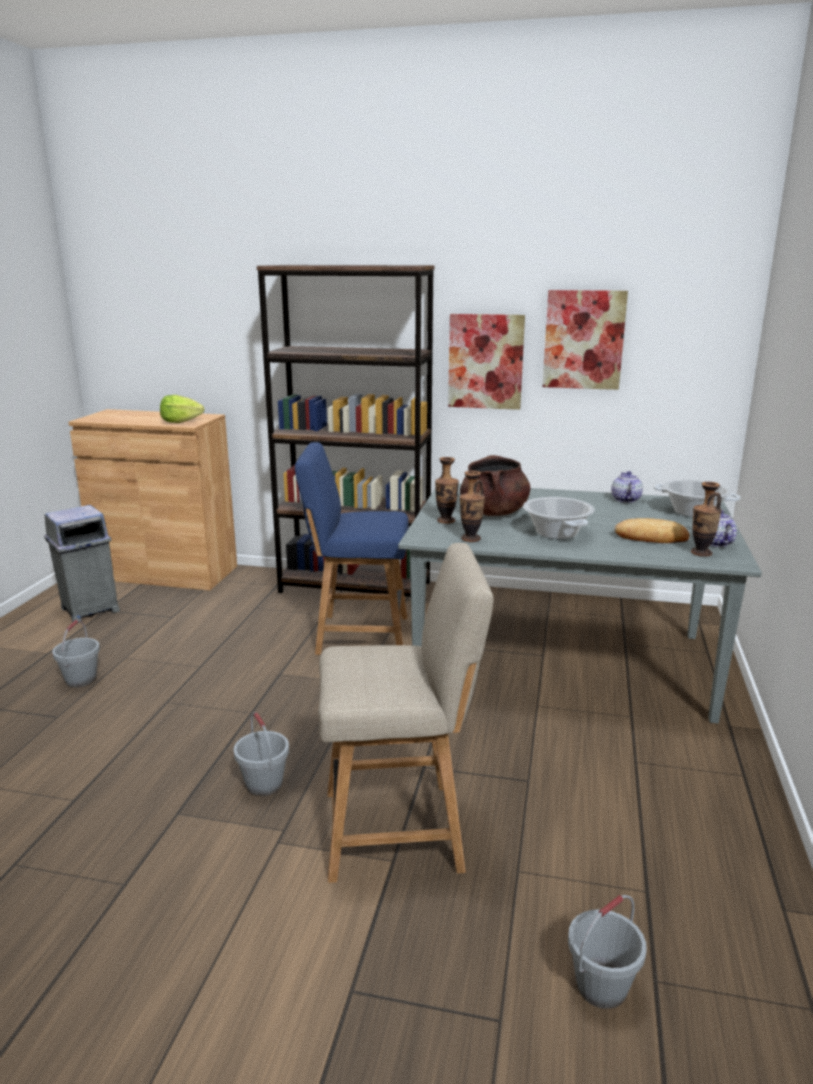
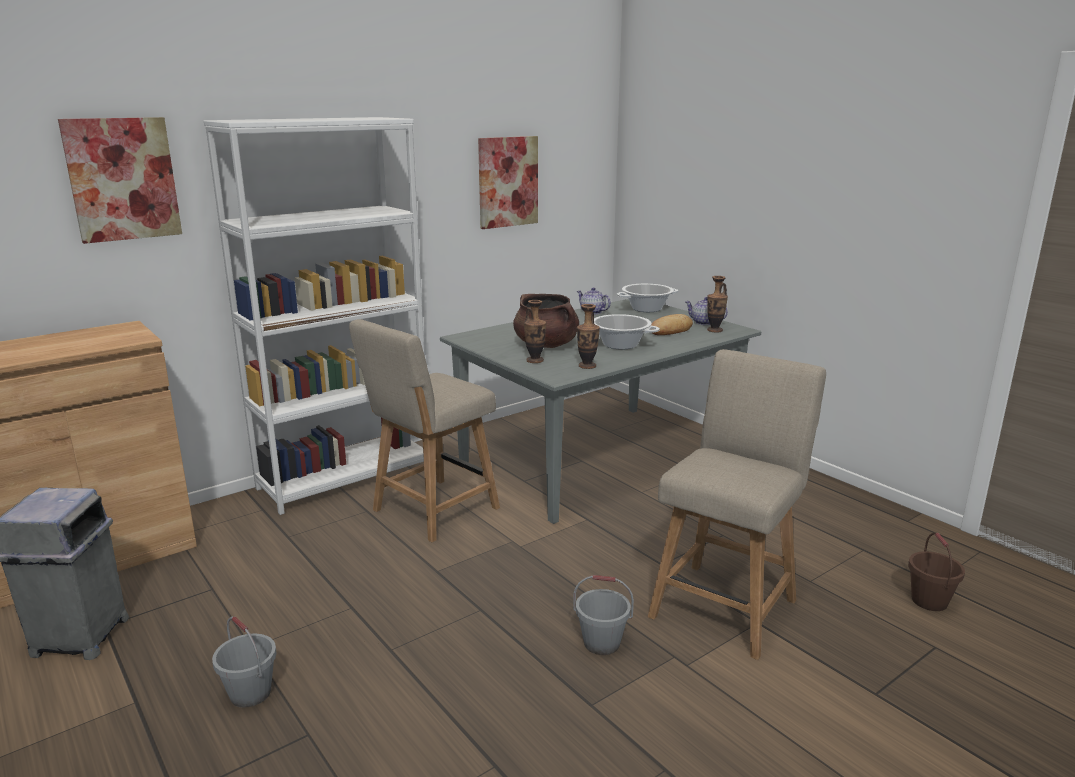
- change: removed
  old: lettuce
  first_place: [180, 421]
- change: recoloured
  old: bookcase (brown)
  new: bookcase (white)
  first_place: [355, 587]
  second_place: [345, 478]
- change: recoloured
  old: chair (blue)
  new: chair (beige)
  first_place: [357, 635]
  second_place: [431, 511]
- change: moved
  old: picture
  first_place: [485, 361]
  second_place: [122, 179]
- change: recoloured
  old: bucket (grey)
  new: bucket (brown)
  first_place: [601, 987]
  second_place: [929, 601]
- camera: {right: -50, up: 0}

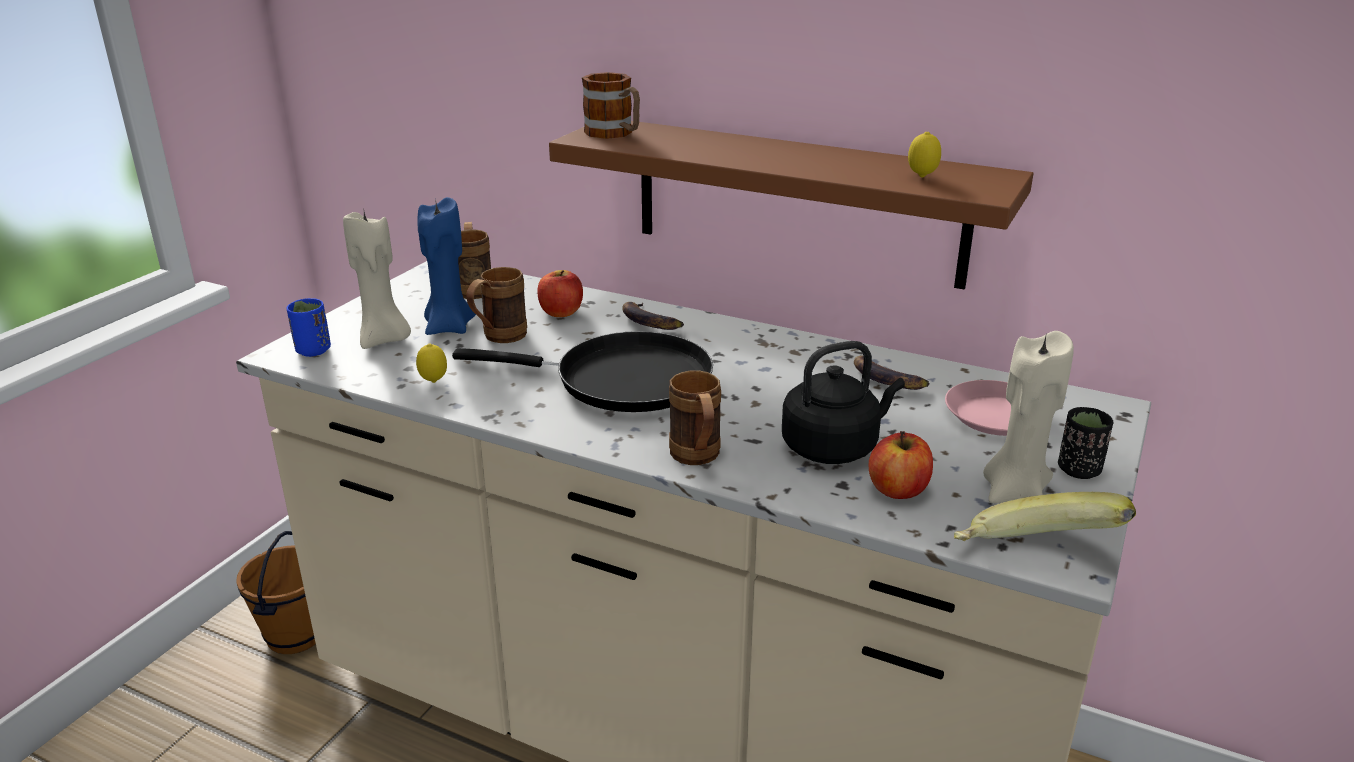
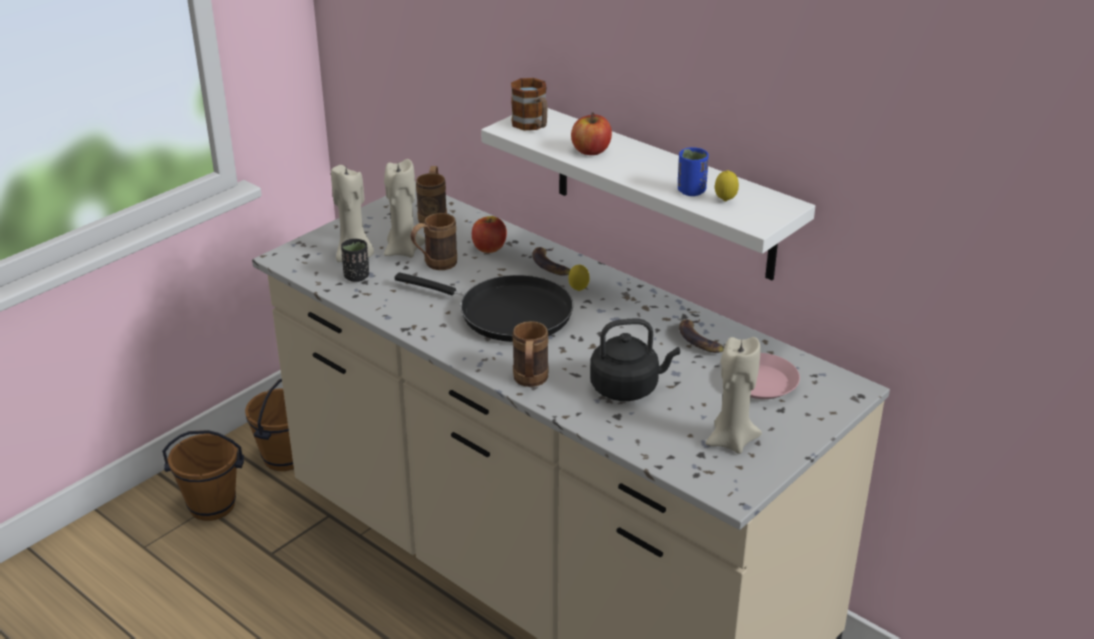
- change: moved
  old: cup (blue)
  first_place: [313, 351]
  second_place: [691, 191]
- change: moved
  old: lemon
  first_place: [434, 382]
  second_place: [578, 290]
- change: recoloured
  old: candle (blue)
  new: candle (beige)
  first_place: [449, 327]
  second_place: [403, 251]
- change: recoloured
  old: shelf (brown)
  new: shelf (white)
  first_place: [797, 201]
  second_place: [663, 192]
- change: moved
  old: apple
  first_place: [898, 489]
  second_place: [591, 151]
- change: removed
  old: banana
  first_place: [1033, 557]
- change: moved
  old: cup (black)
  first_place: [1079, 470]
  second_place: [356, 276]
- change: added
  new: bucket (brown)
  second_place: [212, 505]
- camera: {right: 15, up: 5}

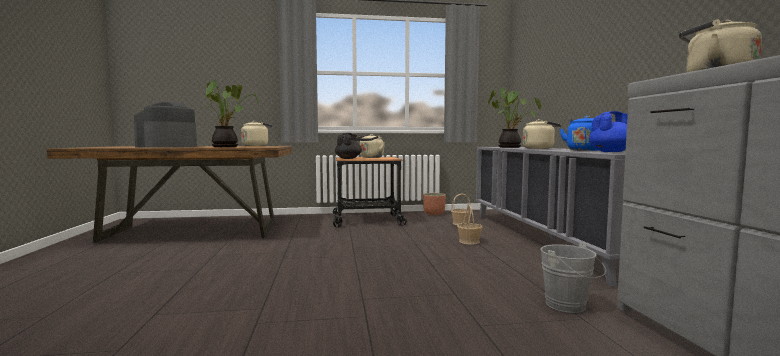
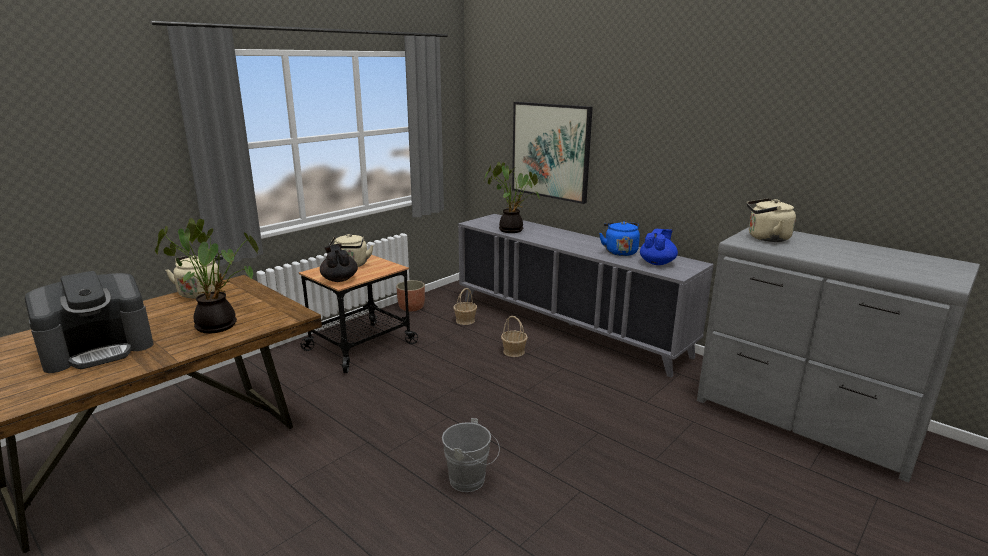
- change: turned
  old: coffee machine
  first_place: [167, 146]
  second_place: [99, 349]
  degrees: -105
- change: removed
  old: kettle (beige)
  first_place: [540, 148]
- change: moved
  old: bucket (grey)
  first_place: [569, 306]
  second_place: [471, 481]
- change: added
  new: picture
  second_place: [550, 151]
- camera: {right: -40, up: 15}

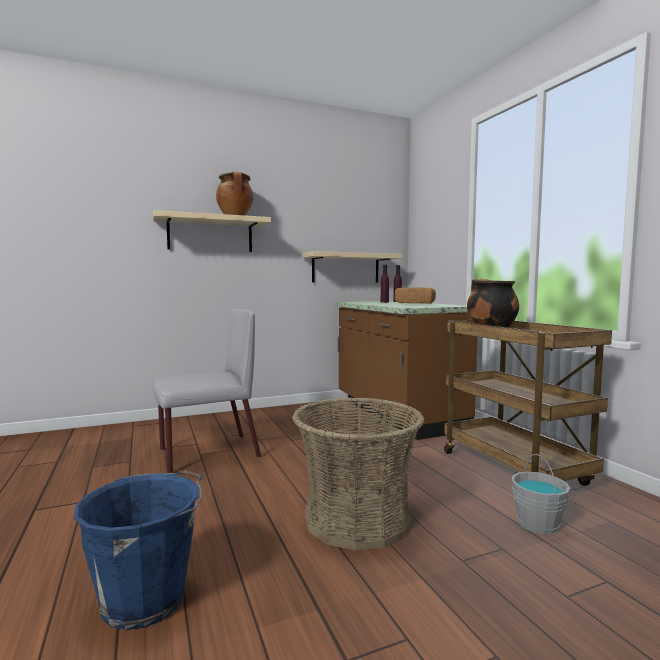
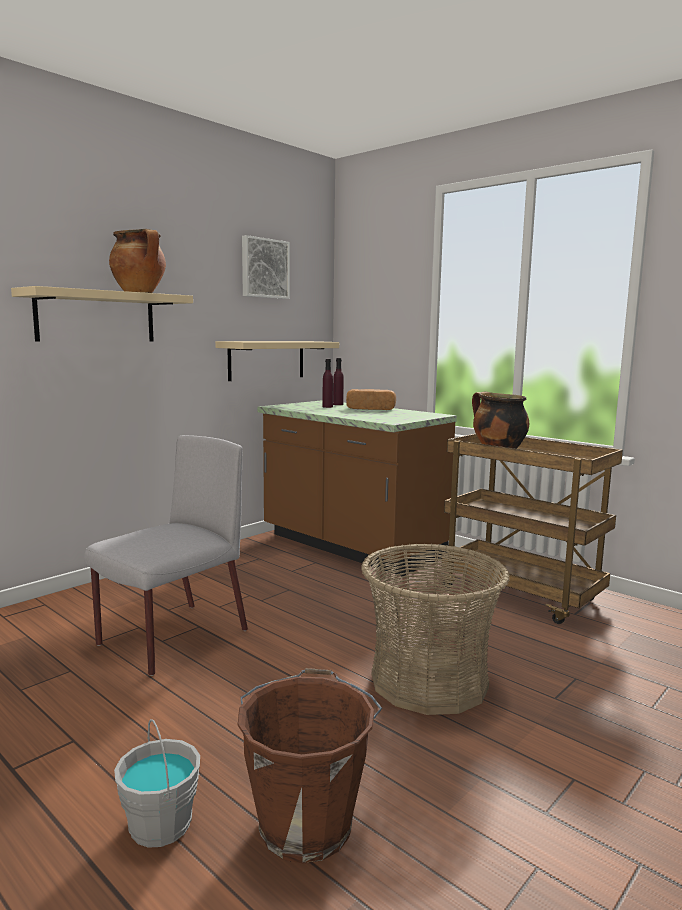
- change: recoloured
  old: bucket (blue)
  new: bucket (brown)
  first_place: [147, 598]
  second_place: [306, 823]
- change: moved
  old: bucket (grey)
  first_place: [537, 524]
  second_place: [159, 824]
- change: added
  new: picture
  second_place: [264, 268]
- camera: {right: -25, up: 5}

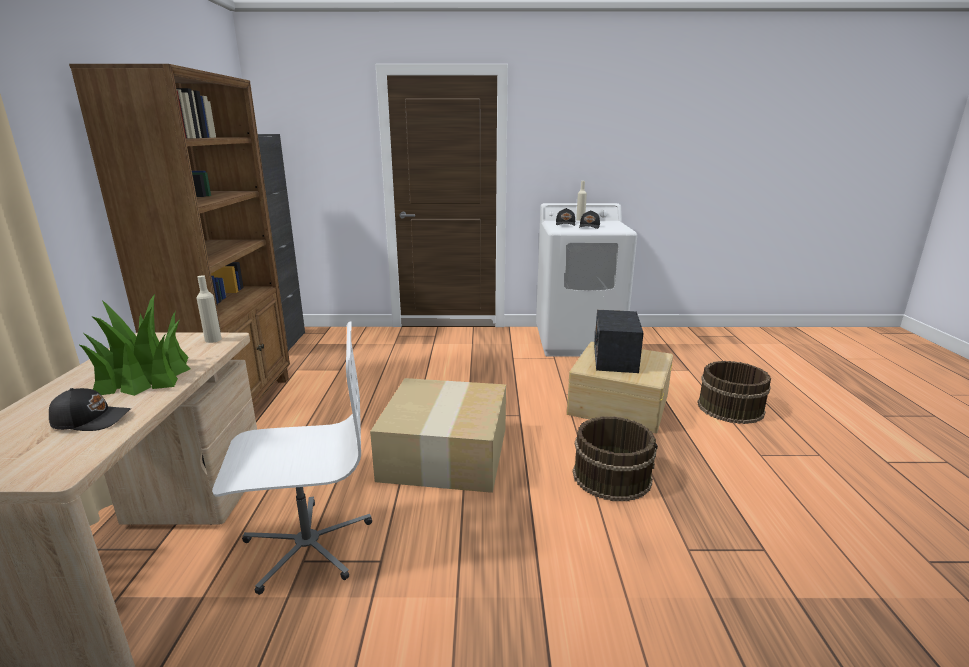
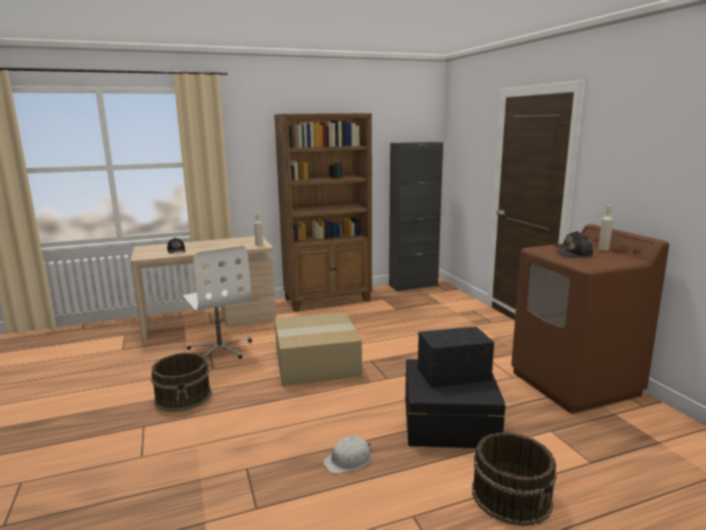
- change: removed
  old: potted plant
  first_place: [144, 375]
- change: recoloured
  old: washing machine (white)
  new: washing machine (brown)
  first_place: [578, 341]
  second_place: [575, 383]
- change: recoloured
  old: storage box (beige)
  new: storage box (black)
  first_place: [618, 404]
  second_place: [448, 420]
- change: moved
  old: bucket (brown)
  first_place: [611, 476]
  second_place: [184, 396]
- change: added
  new: hard hat (white)
  second_place: [349, 460]
- camera: {right: 70, up: -5}

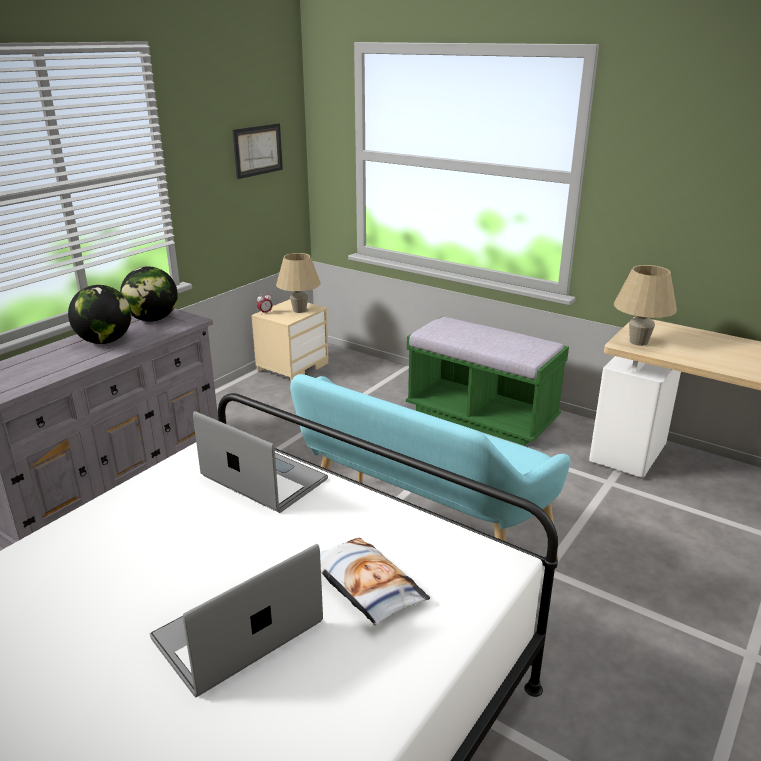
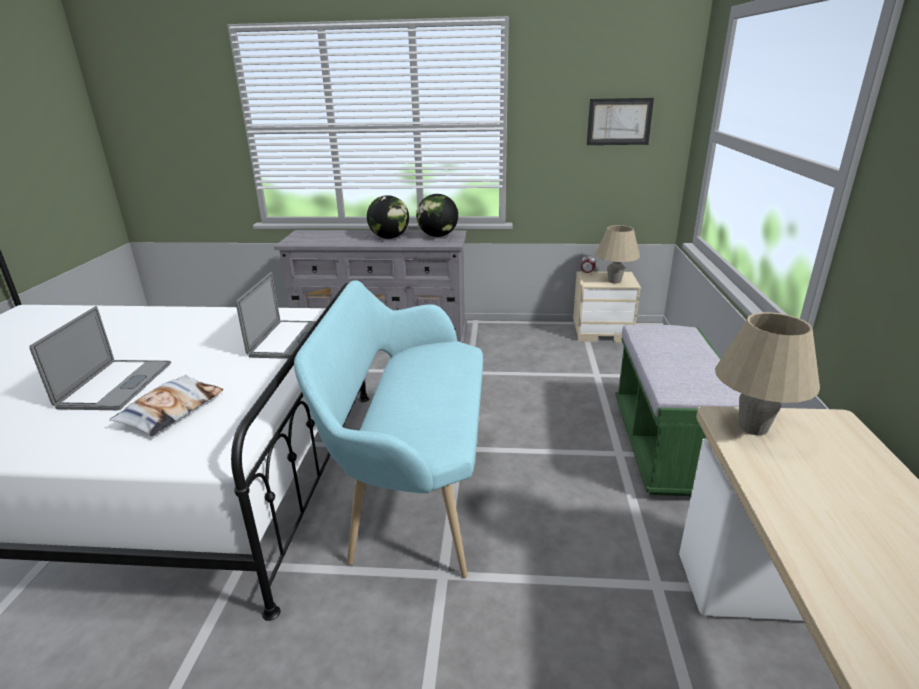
- change: turned
  old: laptop
  first_place: [238, 631]
  second_place: [116, 385]
  degrees: 75
- camera: {right: 60, up: 0}

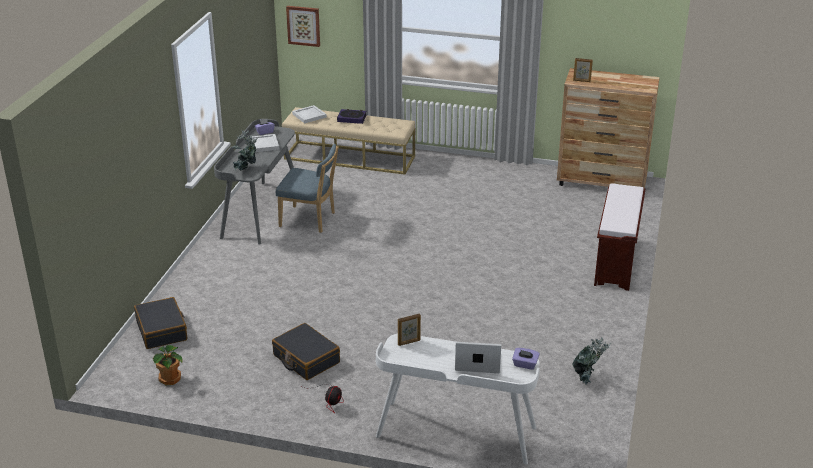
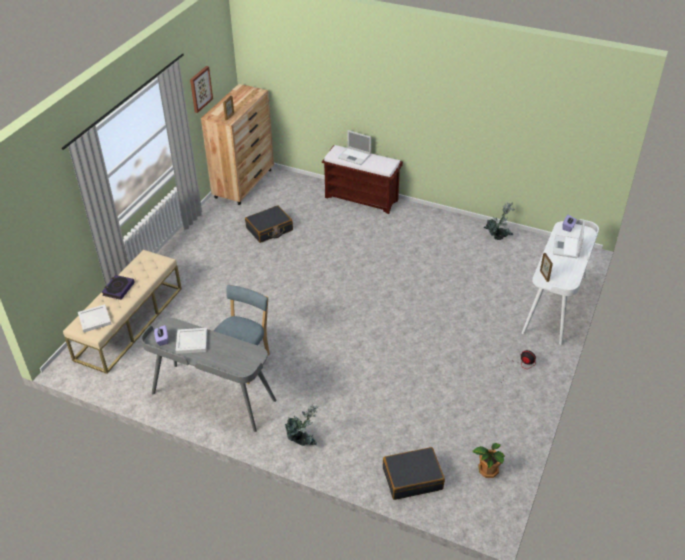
- change: moved
  old: potted plant
  first_place: [247, 170]
  second_place: [303, 440]
- change: moved
  old: suitcase (black)
  first_place: [306, 359]
  second_place: [269, 229]
- change: moved
  old: picture
  first_place: [303, 25]
  second_place: [200, 89]
- change: added
  new: laptop
  second_place: [355, 156]
- camera: {right: -80, up: 10}

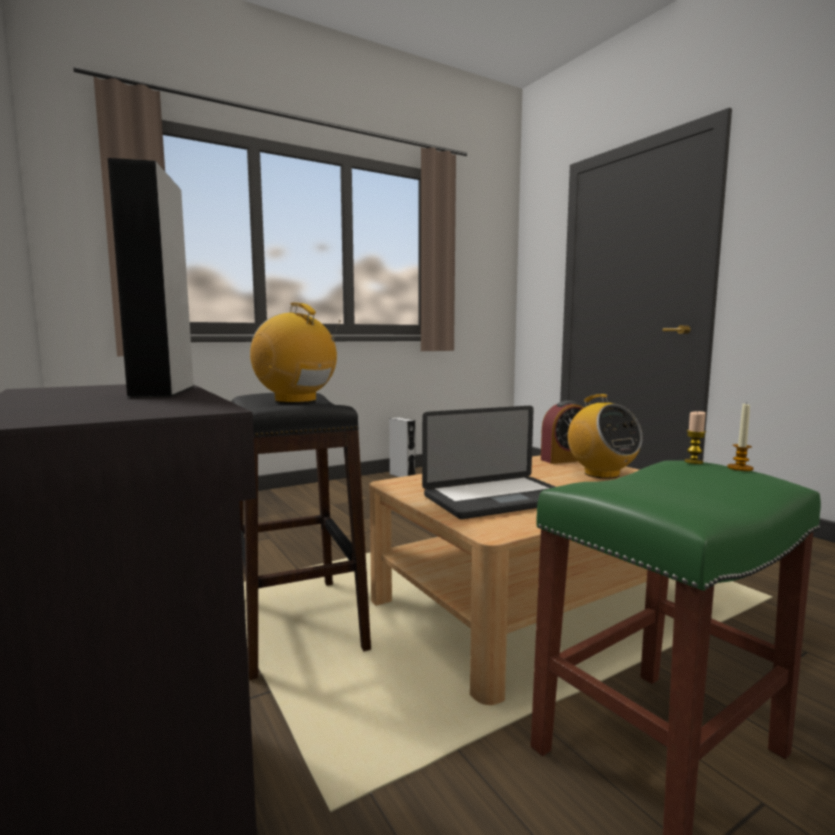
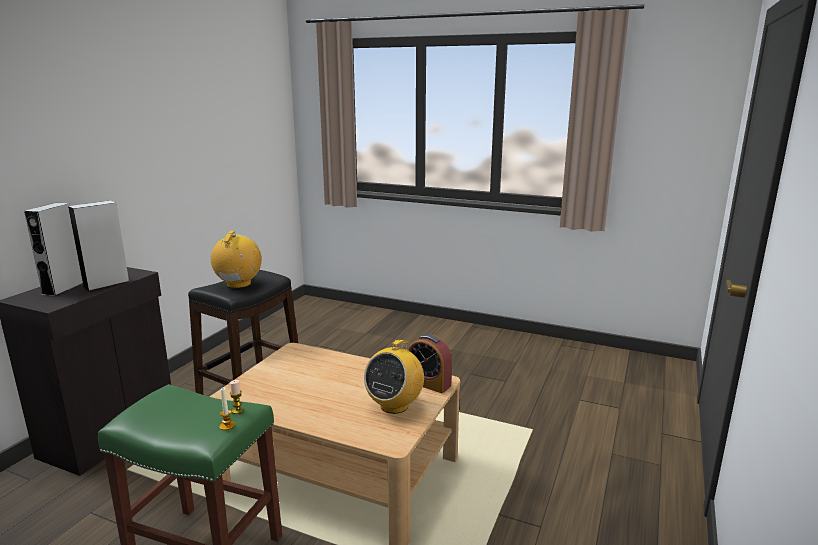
- change: moved
  old: speaker (grey)
  first_place: [402, 476]
  second_place: [64, 288]
- change: removed
  old: laptop
  first_place: [498, 499]
- camera: {right: 55, up: 10}

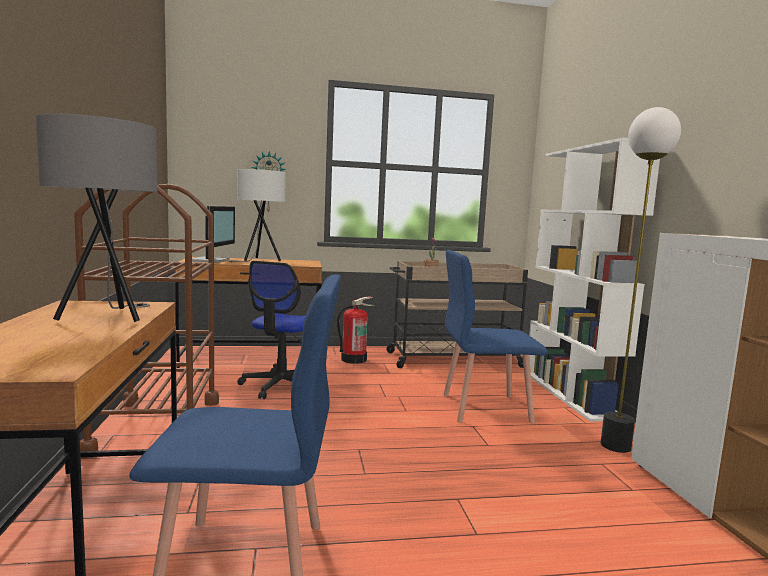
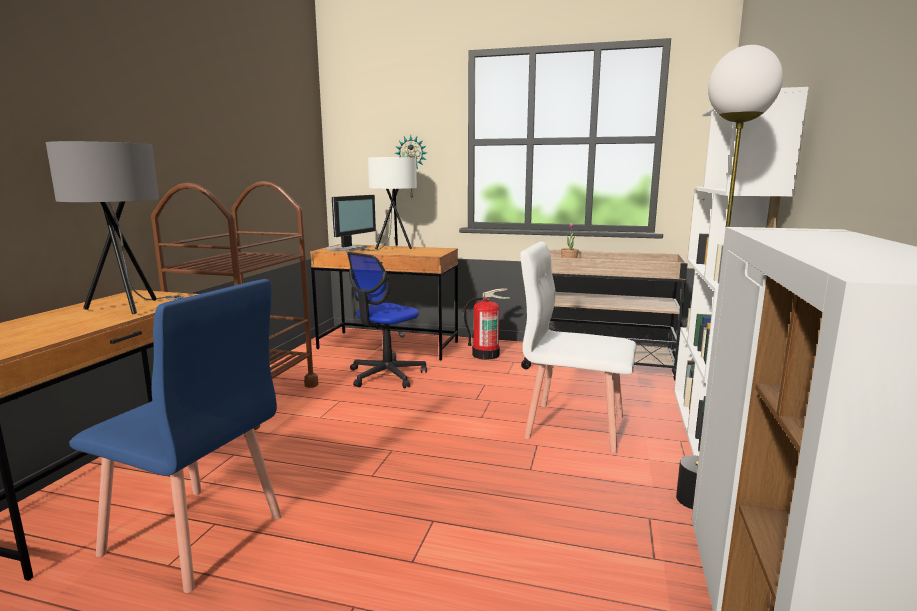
- change: recoloured
  old: chair (blue)
  new: chair (white)
  first_place: [484, 407]
  second_place: [574, 426]
- camera: {right: 25, up: 5}

